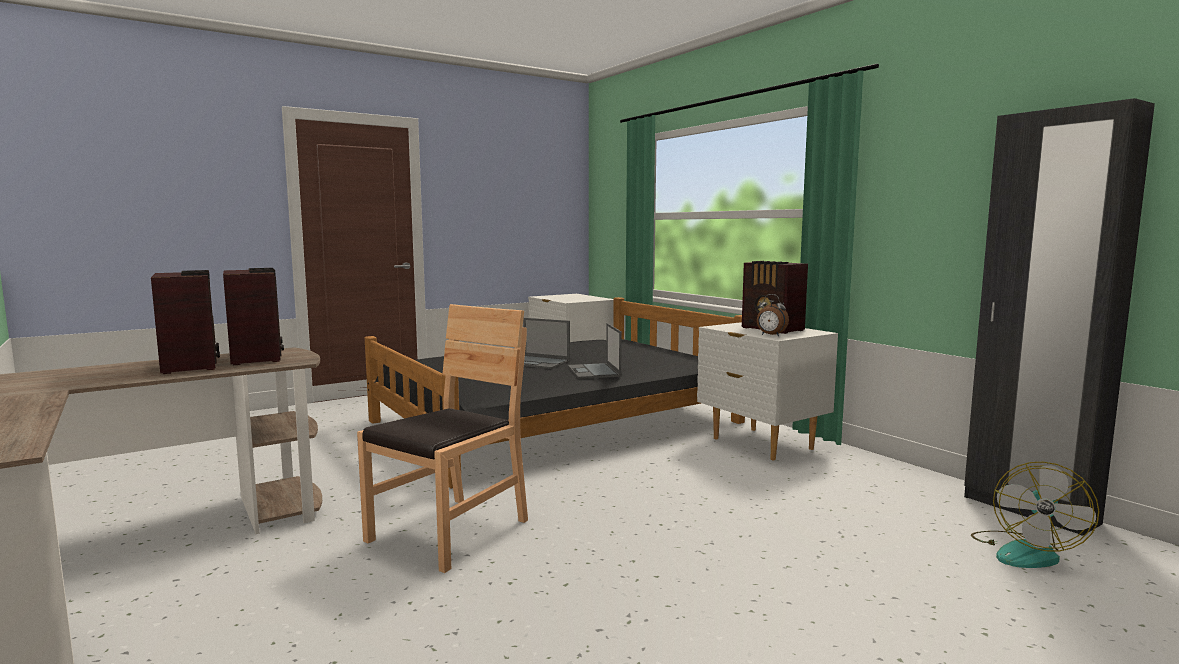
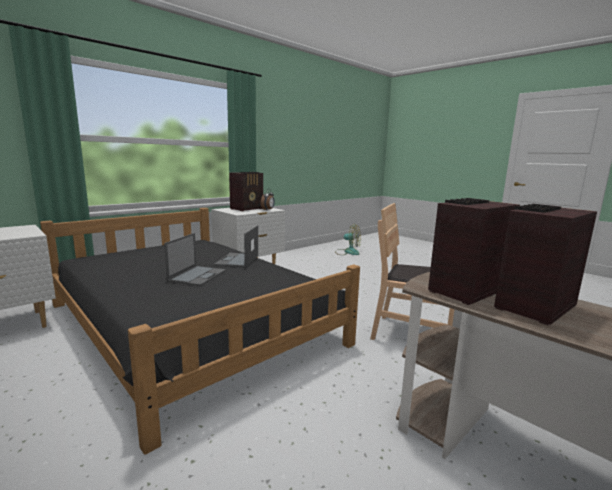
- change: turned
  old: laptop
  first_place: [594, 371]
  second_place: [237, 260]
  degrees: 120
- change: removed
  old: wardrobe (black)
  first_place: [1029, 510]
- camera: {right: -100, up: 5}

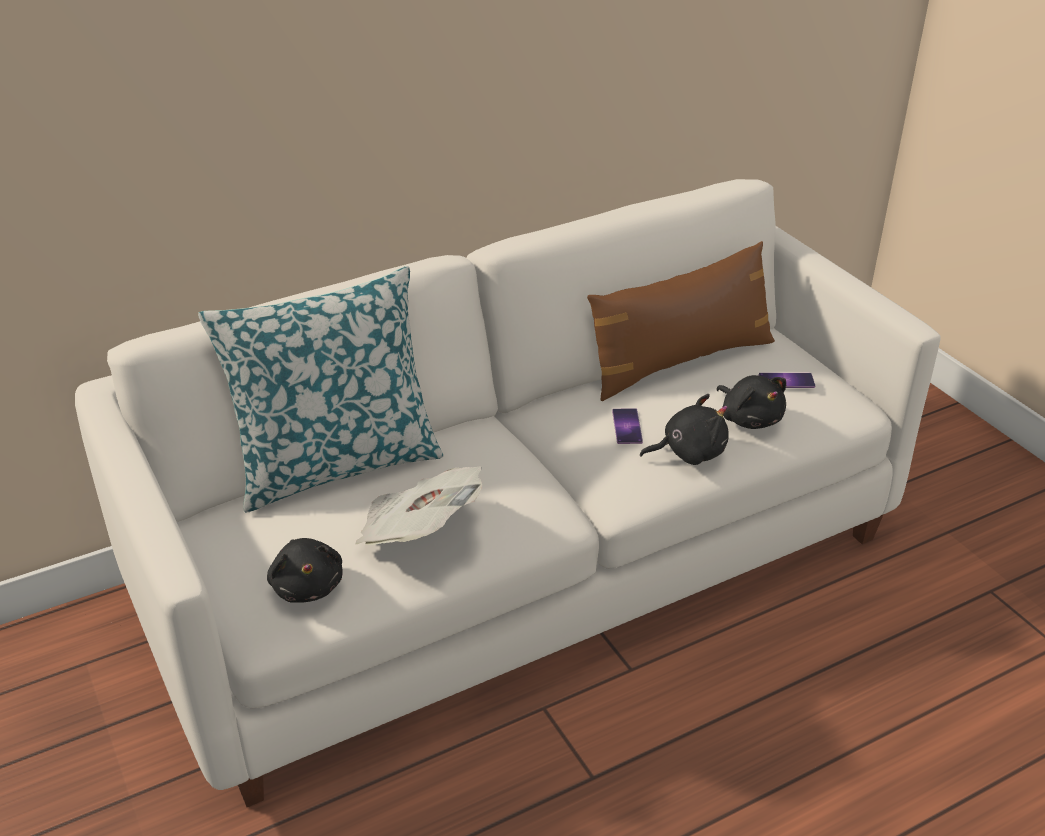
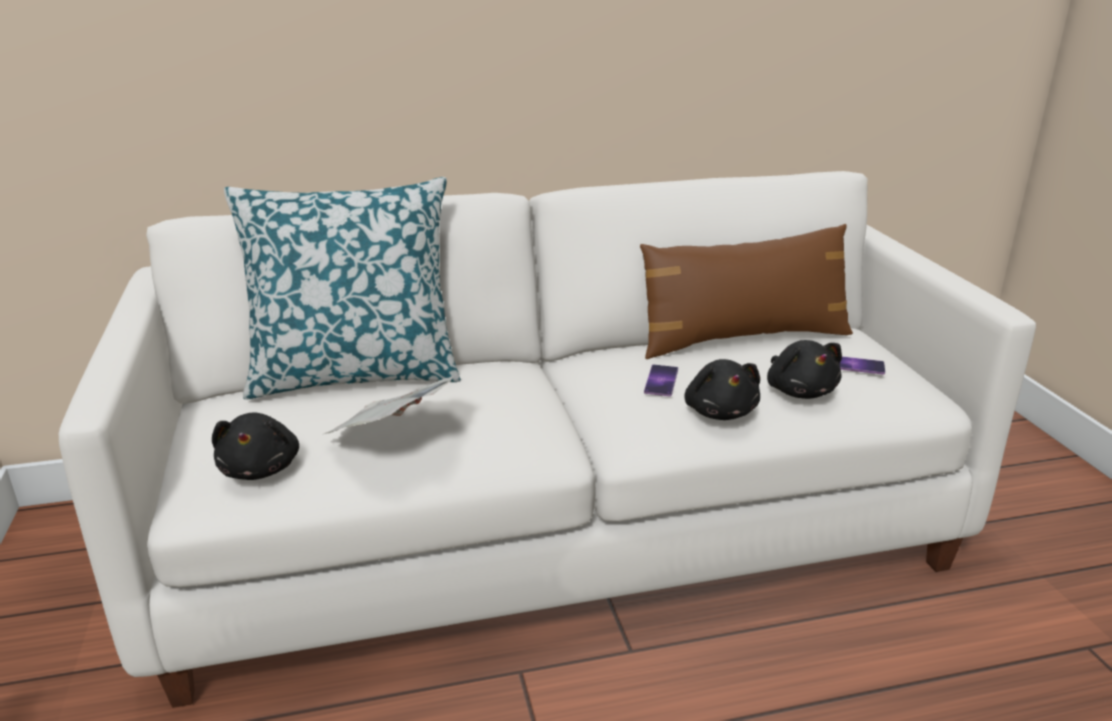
- change: turned
  old: plush toy (black)
  first_place: [689, 452]
  second_place: [720, 411]
  degrees: 75
- camera: {right: 15, up: -10}

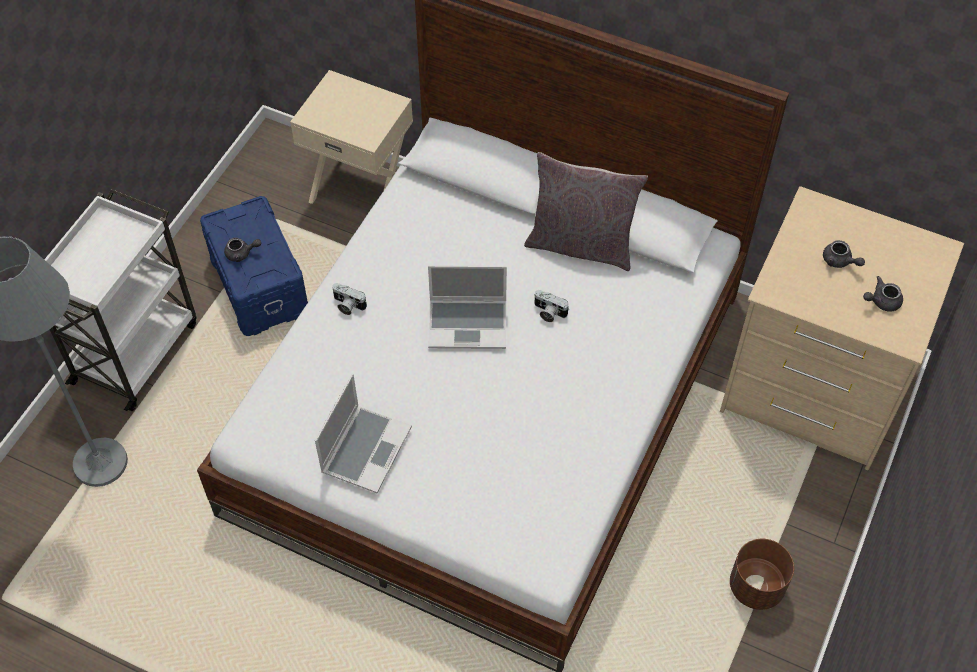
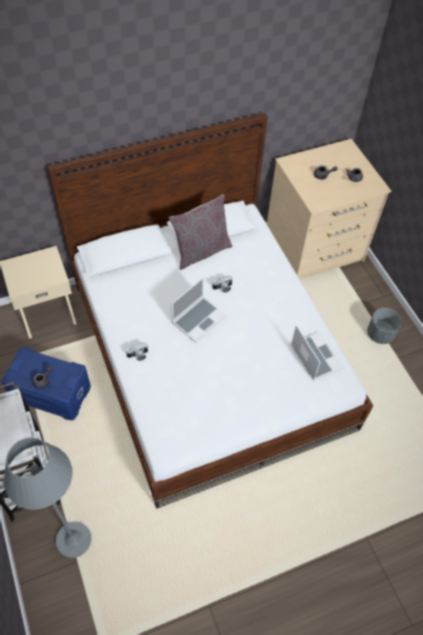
- change: moved
  old: laptop
  first_place: [365, 449]
  second_place: [315, 356]
- change: recoloured
  old: planter (brown)
  new: planter (grey)
  first_place: [756, 586]
  second_place: [379, 334]
- camera: {right: -50, up: 0}

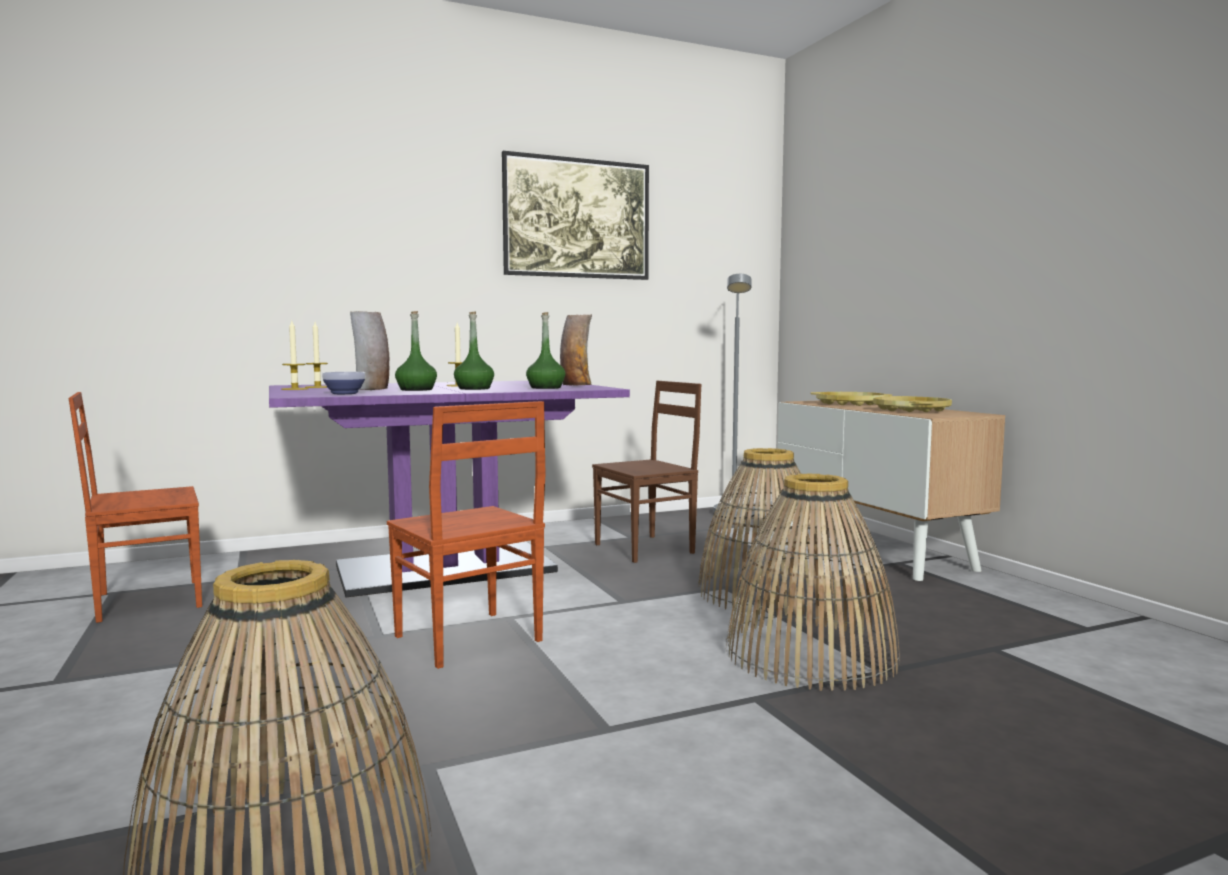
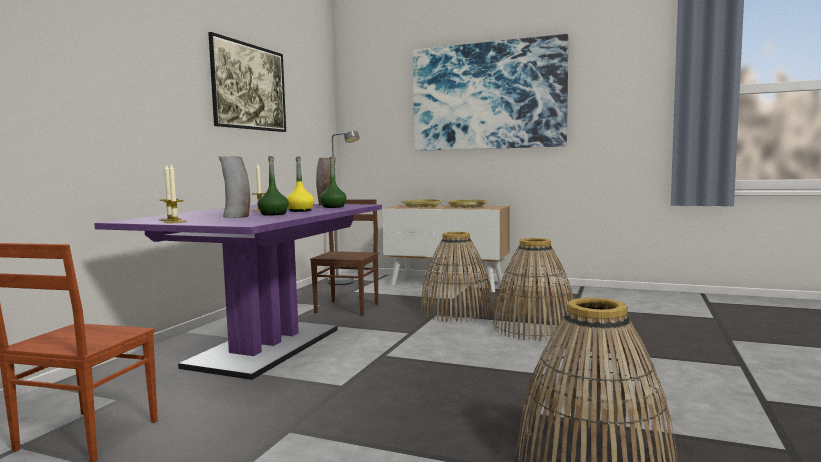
- change: removed
  old: bowl
  first_place: [345, 393]
- change: removed
  old: chair (brown)
  first_place: [467, 640]
- change: recoloured
  old: bottle (green)
  new: bottle (yellow)
  first_place: [474, 389]
  second_place: [300, 211]
- change: added
  new: picture
  second_place: [487, 96]
- camera: {right: -45, up: 0}

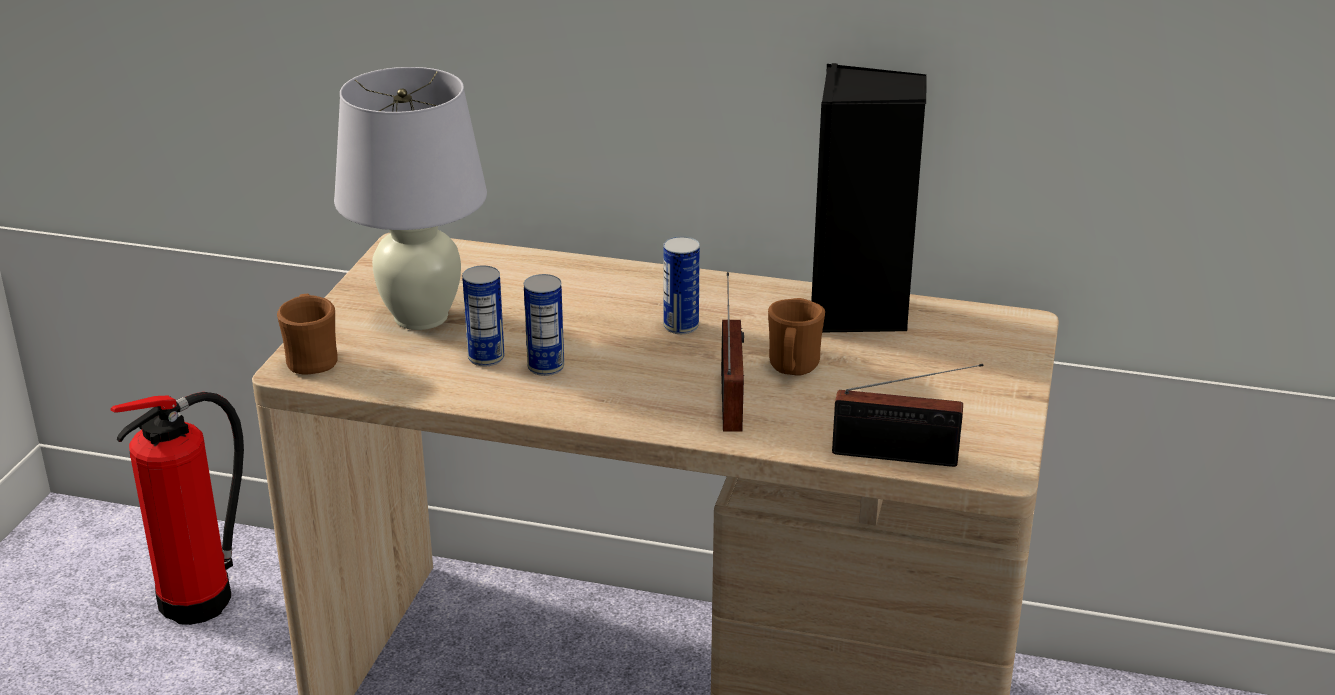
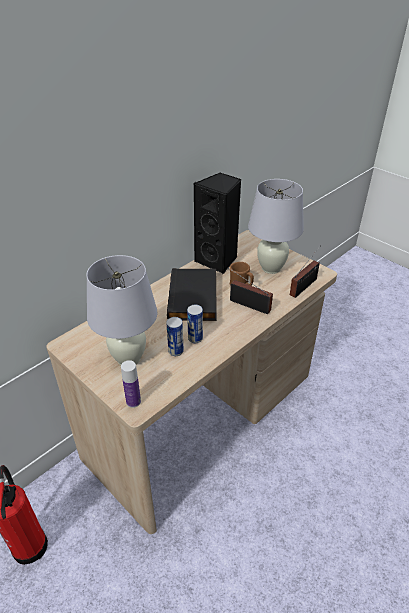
- change: replaced
  old: mug (brown)
  new: bottle
  first_place: [312, 359]
  second_place: [133, 401]
- change: replaced
  old: can
  new: book (black)
  first_place: [681, 326]
  second_place: [194, 298]
- change: added
  new: table lamp (white)
  second_place: [270, 268]
- camera: {right: -60, up: 10}

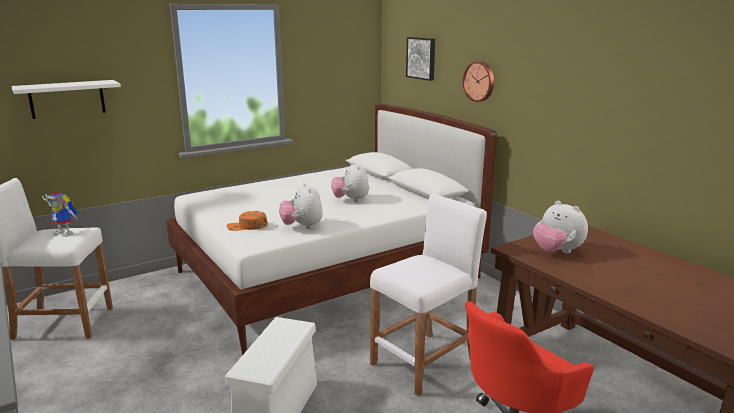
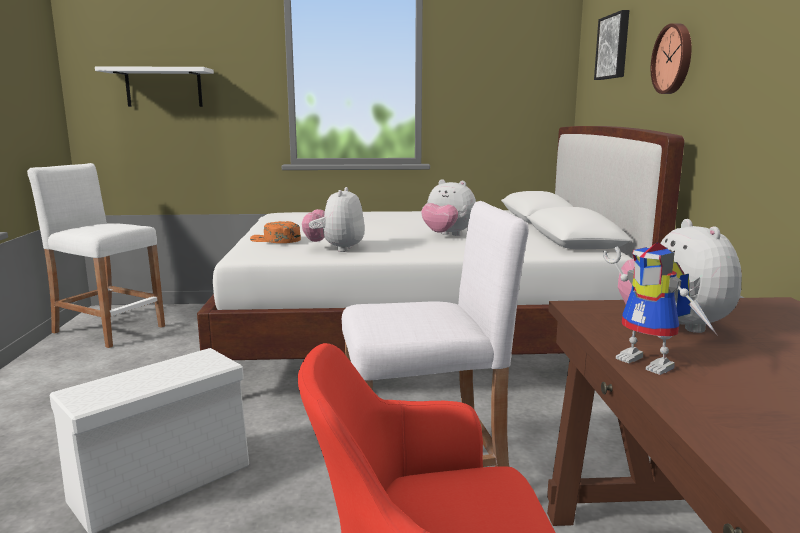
- change: moved
  old: toy robot
  first_place: [67, 233]
  second_place: [653, 363]
- change: turned
  old: plush toy
  first_place: [351, 200]
  second_place: [447, 235]
  degrees: -75
- camera: {right: 30, up: -5}

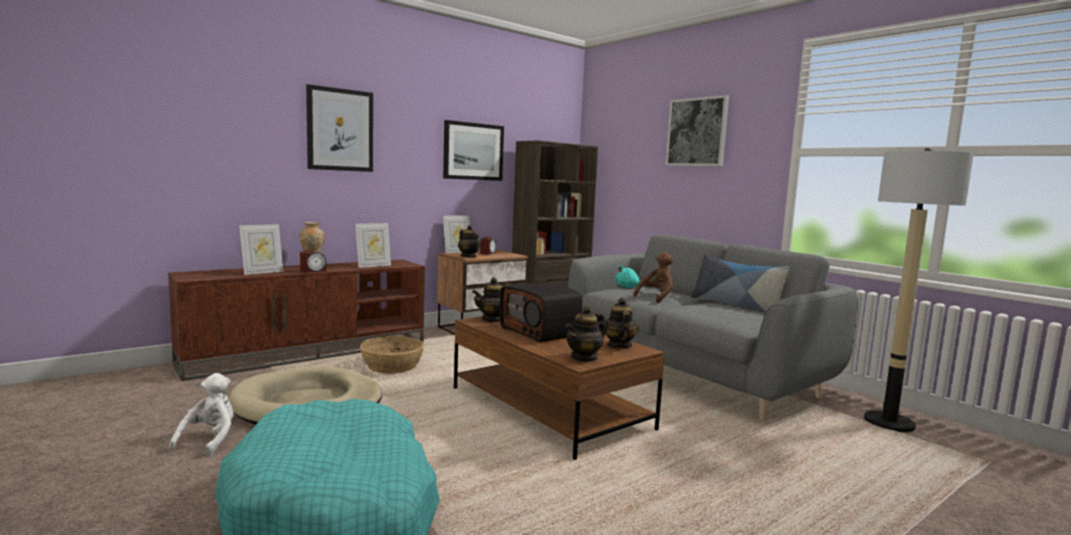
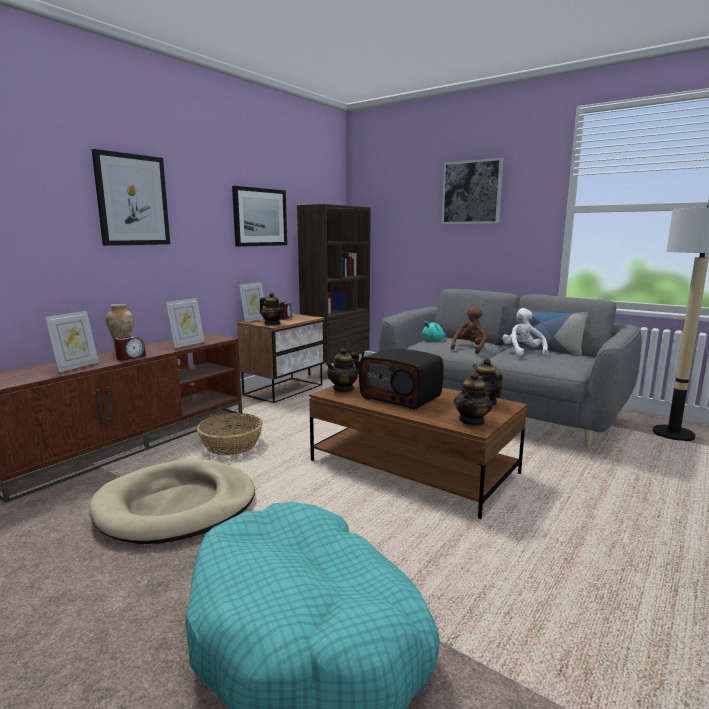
- change: moved
  old: plush toy (white)
  first_place: [209, 440]
  second_place: [522, 352]
- camera: {right: -15, up: 5}

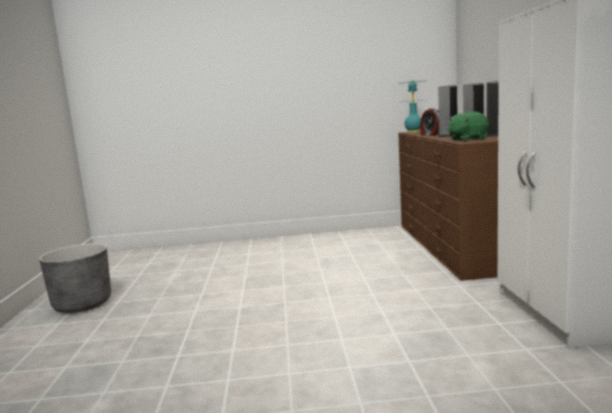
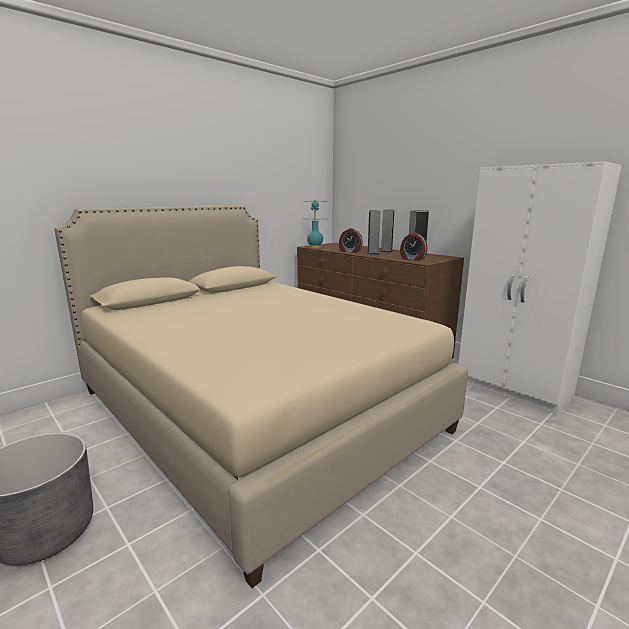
- change: replaced
  old: plush toy (green)
  new: alarm clock
  first_place: [467, 139]
  second_place: [412, 259]
- change: added
  new: bed (beige)
  second_place: [255, 410]
- camera: {right: -40, up: 5}

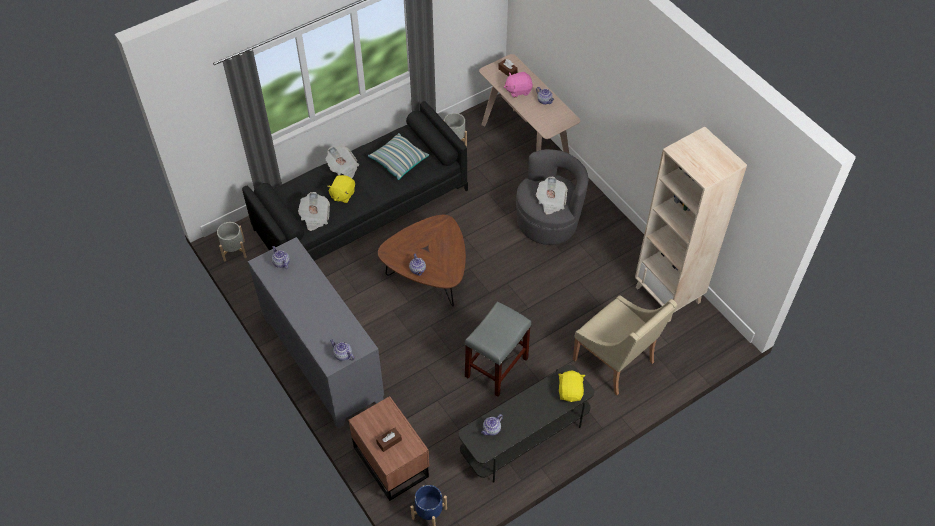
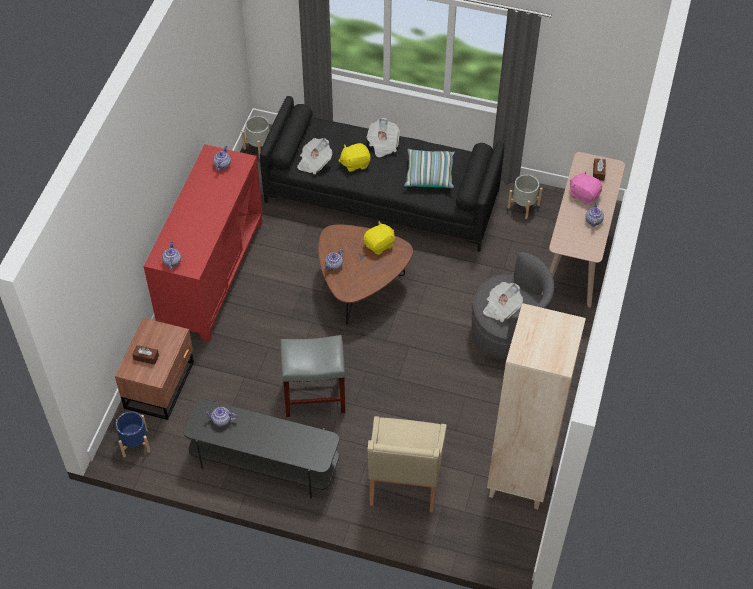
- change: recoloured
  old: cabinet (grey)
  new: cabinet (red)
  first_place: [321, 360]
  second_place: [211, 274]
- change: moved
  old: plush toy (yellow)
  first_place: [570, 392]
  second_place: [379, 245]
- camera: {right: 50, up: 0}

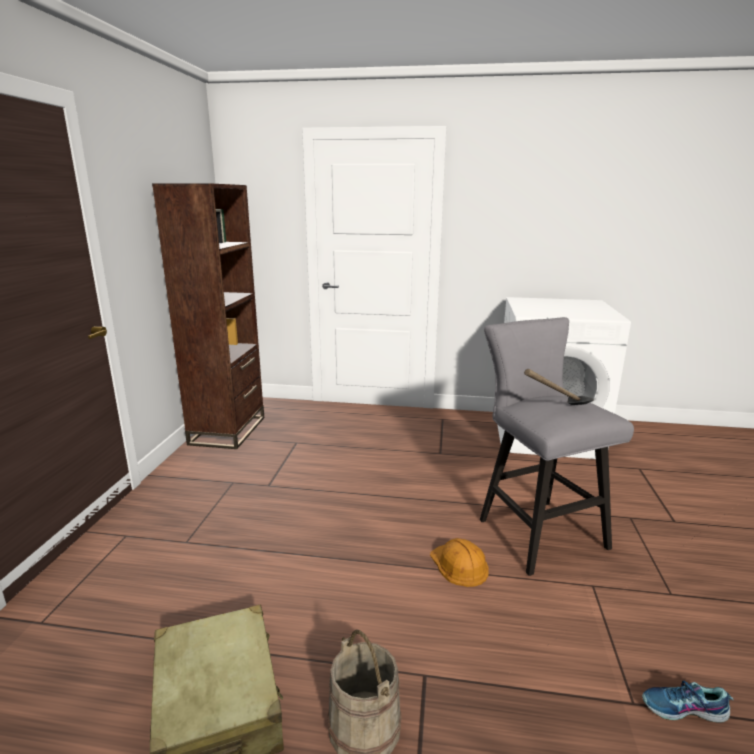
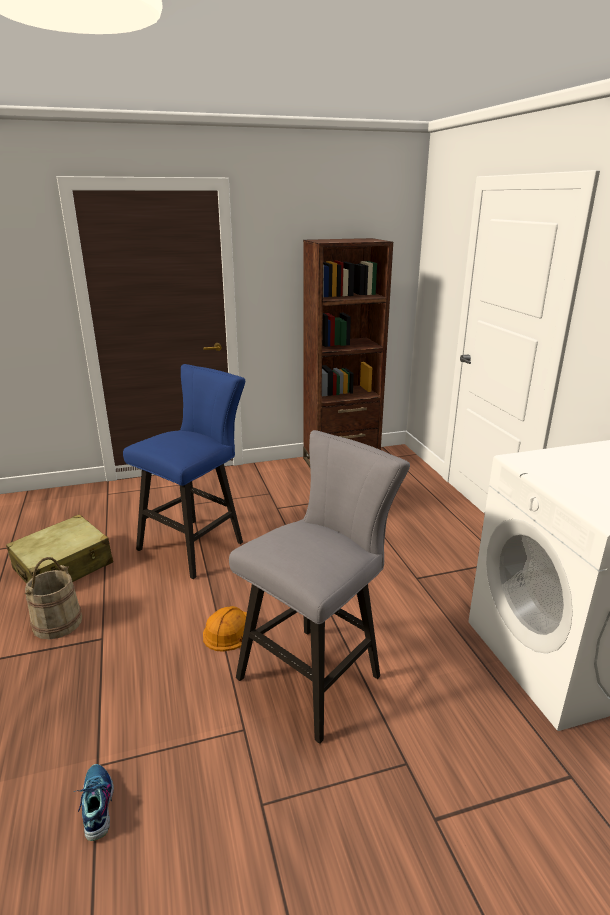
- change: removed
  old: hammer
  first_place: [556, 413]
- change: added
  new: stool (blue)
  second_place: [197, 544]
- camera: {right: 65, up: 5}

